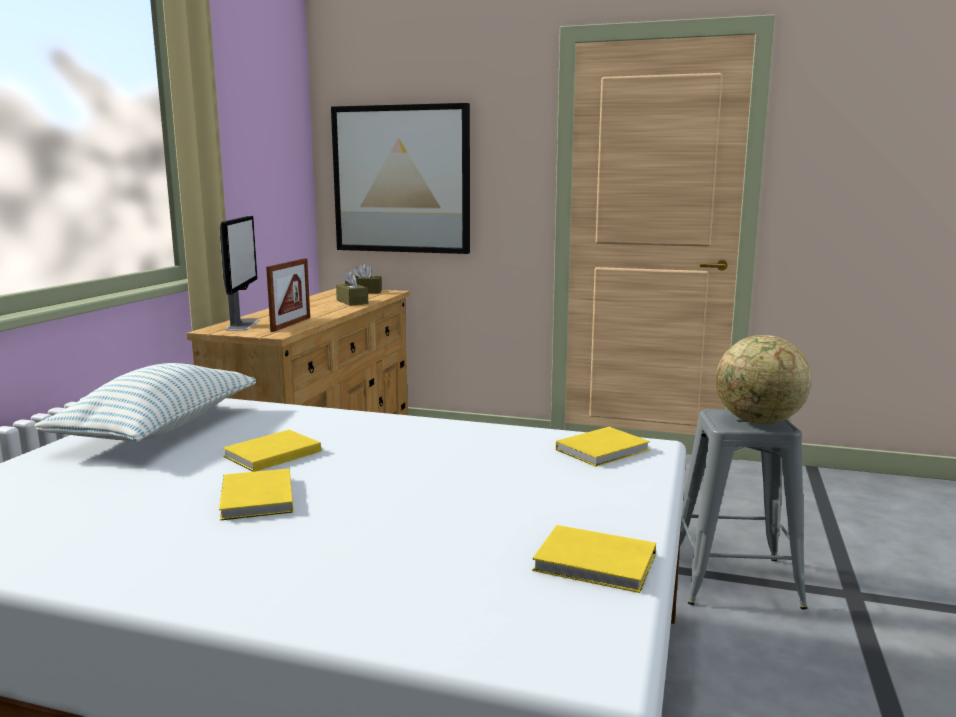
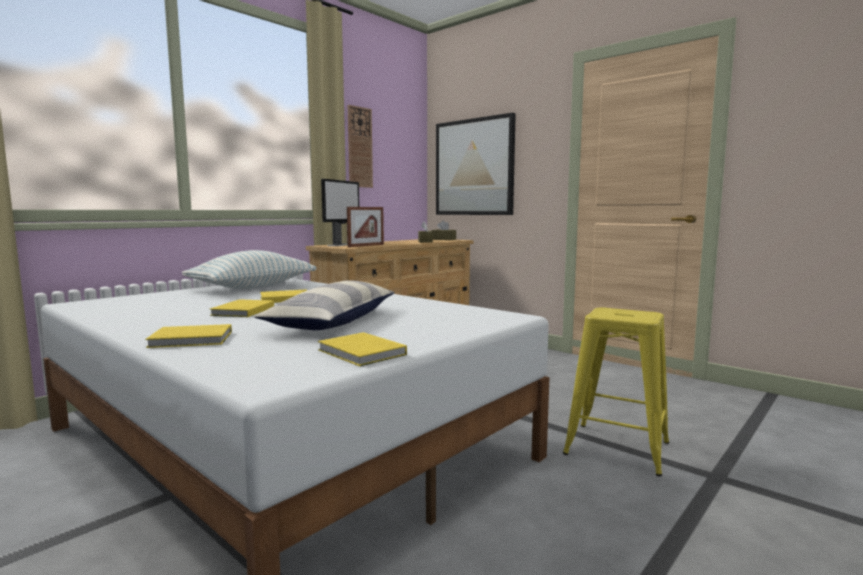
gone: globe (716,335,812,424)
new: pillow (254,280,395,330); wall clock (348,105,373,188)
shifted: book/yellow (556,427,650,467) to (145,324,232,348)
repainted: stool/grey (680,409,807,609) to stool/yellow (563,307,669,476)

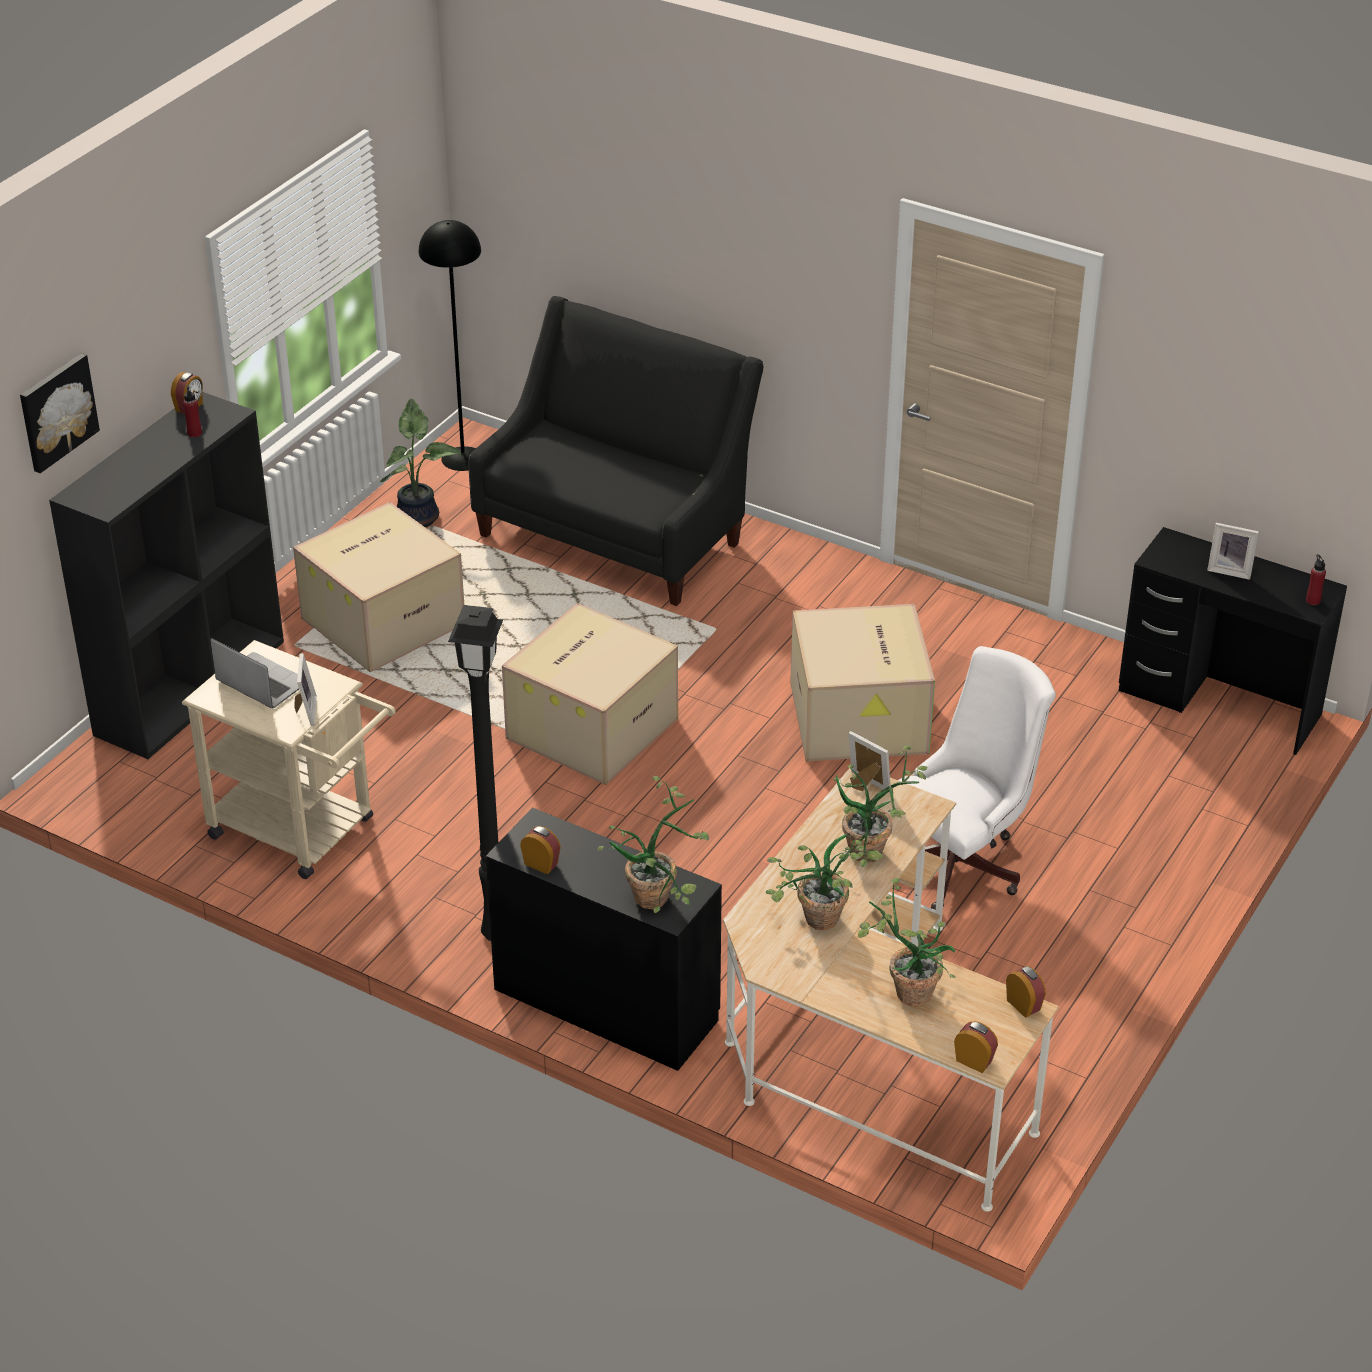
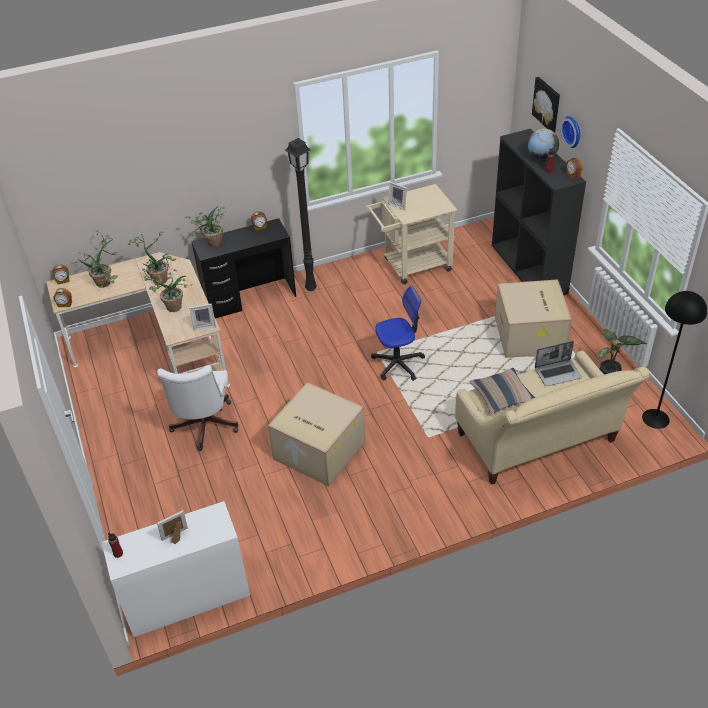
new: pillow (469,368,535,414); globe (528,129,559,160); wall clock (561,116,580,148)
shifted: laptop (210,638,299,708) to (535,341,582,386)
swapped: cardboard box (502,603,678,785) to office chair (371,286,425,381)
repainted: sofa/black (468,296,763,606) to sofa/beige (455,351,649,485); desk/black (1119,527,1347,755) to desk/white (102,501,250,637)

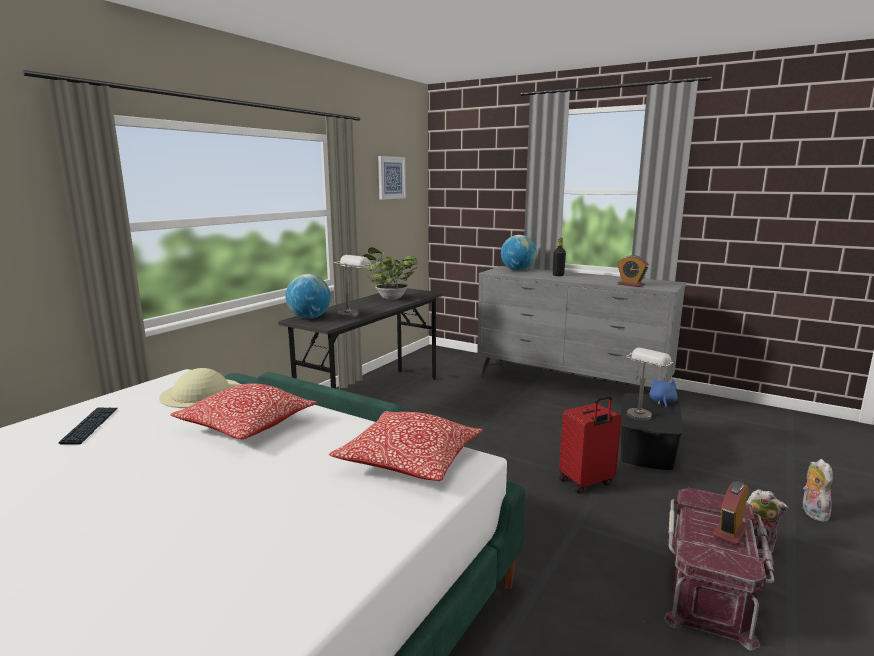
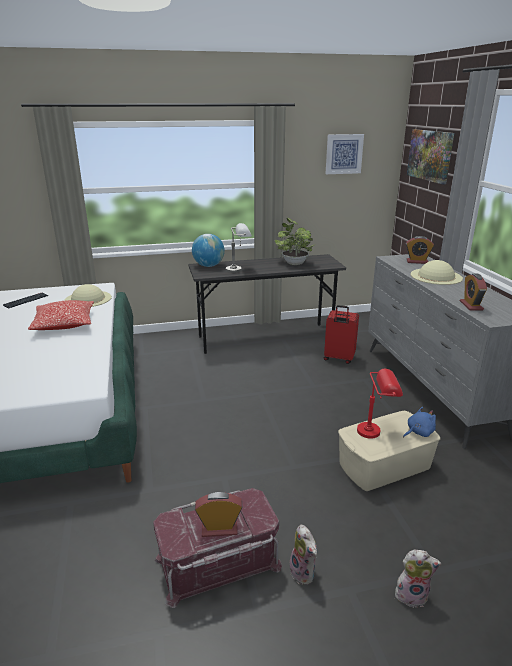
gone: pillow (329,411,483,481)
new: picture (407,129,454,184)
shifted: suitcase/red (559,395,622,494) to (324,305,359,364)
swapped: globe (501,235,537,271) to alarm clock (406,236,434,264); bottle/black (553,238,566,276) to hat/beige (411,260,463,285)
repainted: storage box/black (621,393,683,470) to storage box/beige (338,411,441,491); table lamp/grey (625,348,674,421) to table lamp/red (357,369,403,439)
rotated: plush toy (802,459,833,522) = (395,549,441,608) 45 degrees clockwise

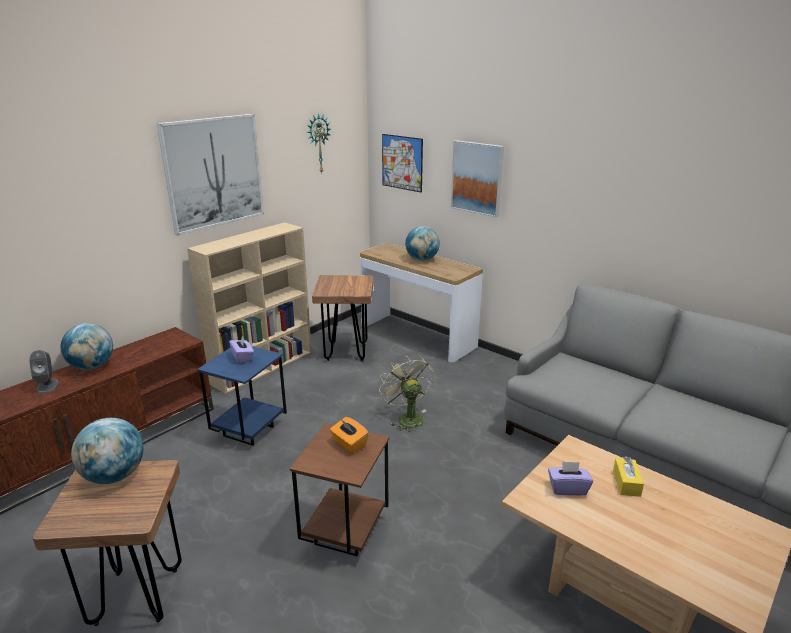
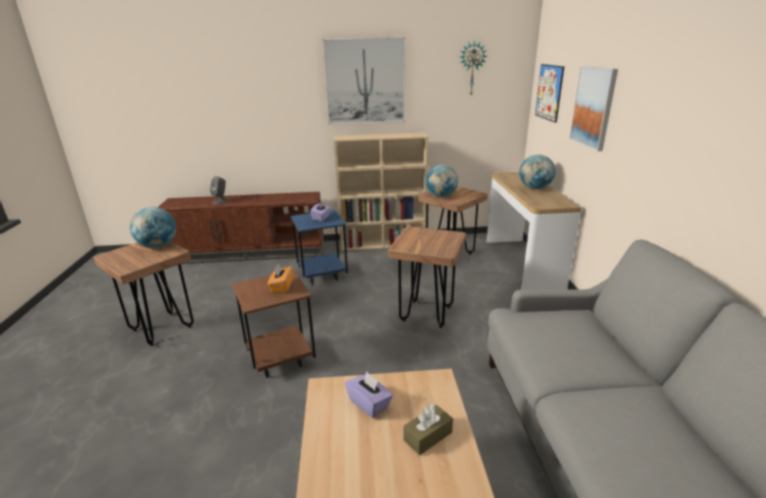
shifted: globe (60,323,113,370) to (426,165,458,197)
swapped: fan/beige (379,355,433,433) to stool/brown (388,226,466,328)
repainted: tissue box/yellow (613,456,644,497) to tissue box/brown (404,404,453,455)

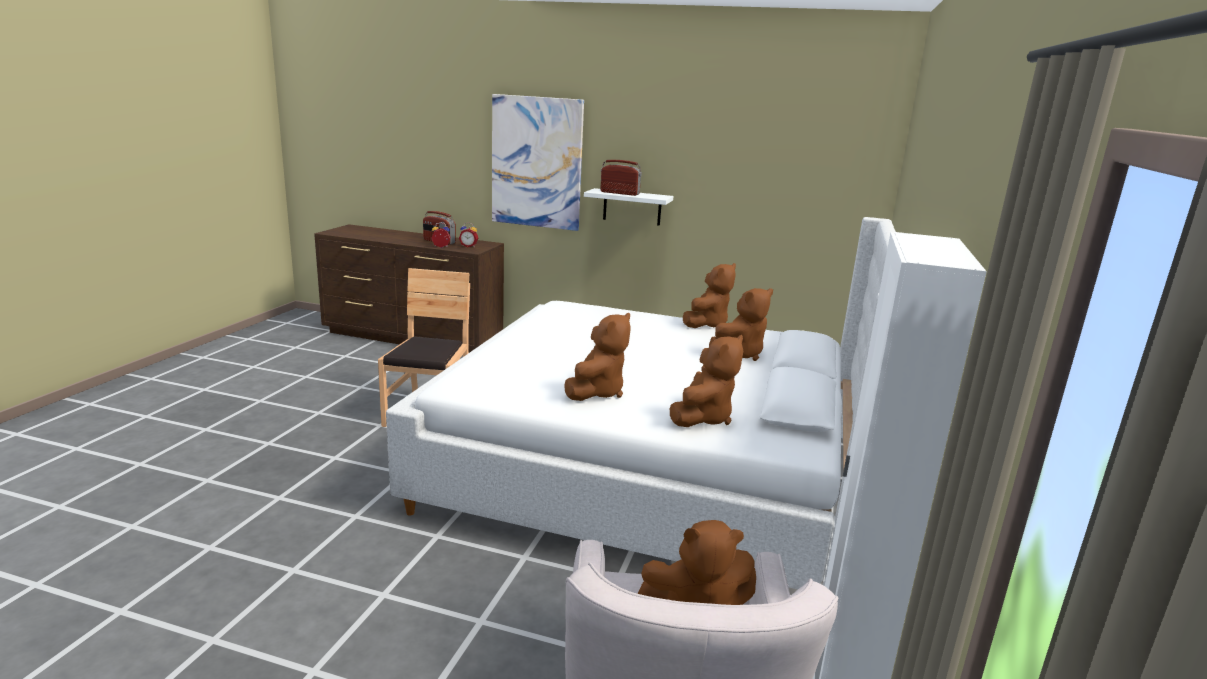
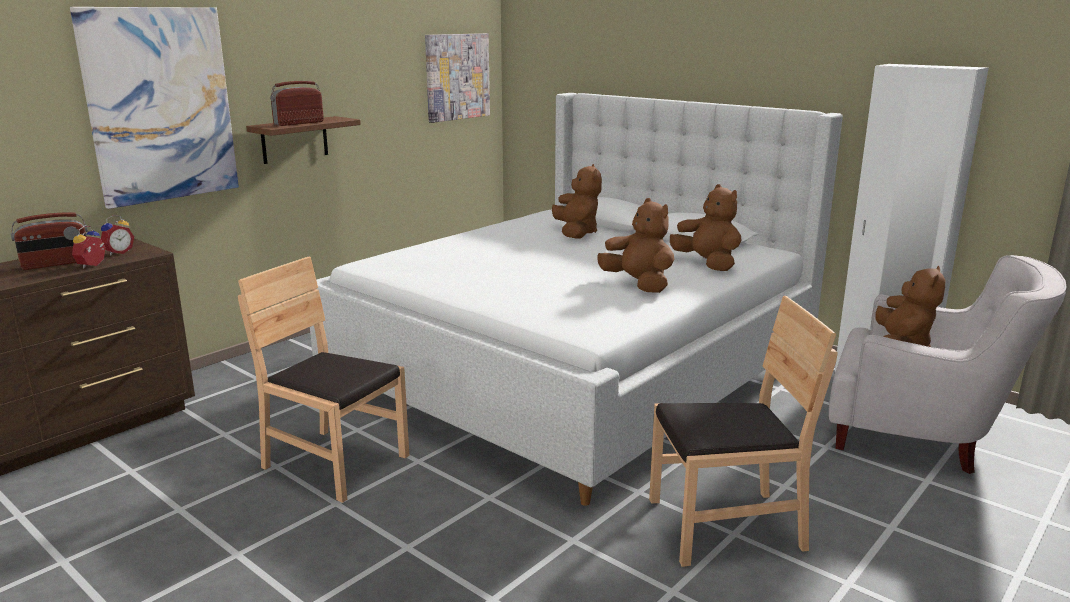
gone: plush toy/brown (683,263,736,328)
new: picture (425,33,490,123); chair/brown (649,296,838,567)
repainted: shelf/white (584,188,674,226) to shelf/brown (246,116,361,164)

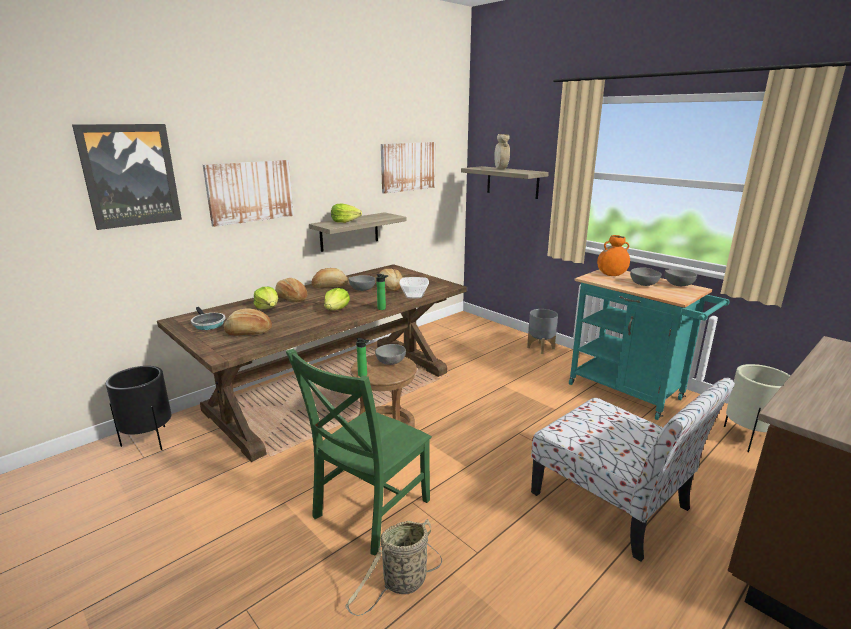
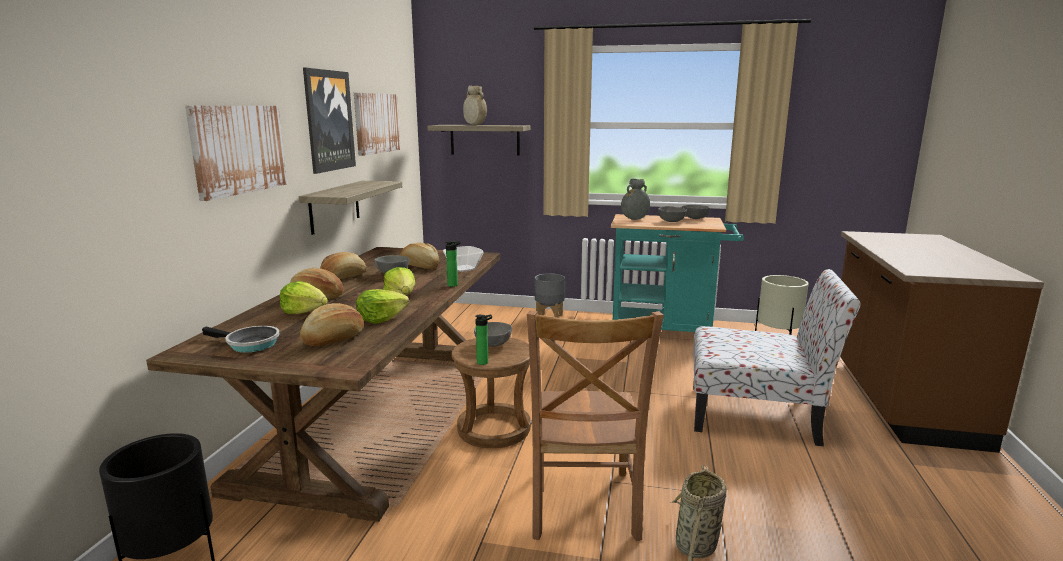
shifted: picture (72,124,182,230) to (303,68,356,174); lettuce (331,204,362,223) to (356,289,409,324)
repainted: chair/green (286,349,432,556) to chair/brown (527,311,664,541); vase/orange (597,235,630,276) to vase/grey (621,179,650,220)

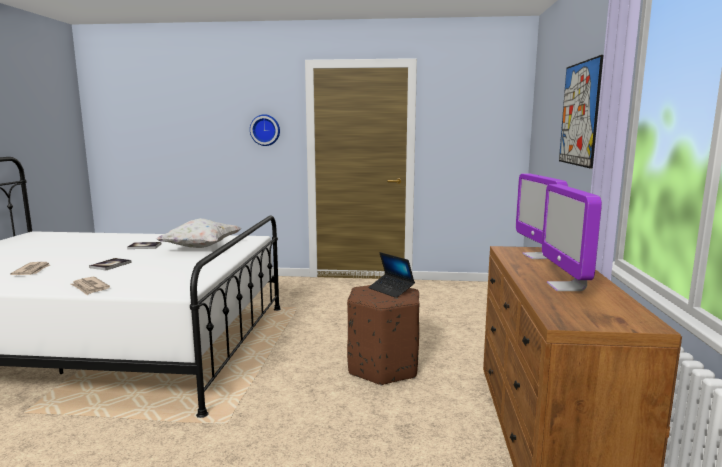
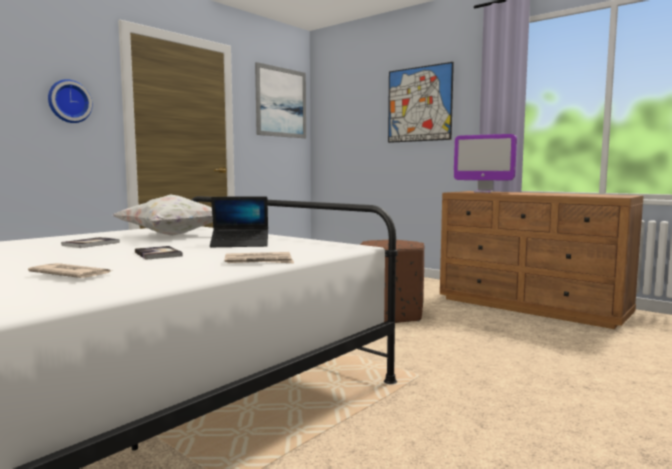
gone: monitor (542,184,602,291)
new: picture (255,62,306,138)
shifted: laptop (368,252,415,298) to (210,196,268,247)

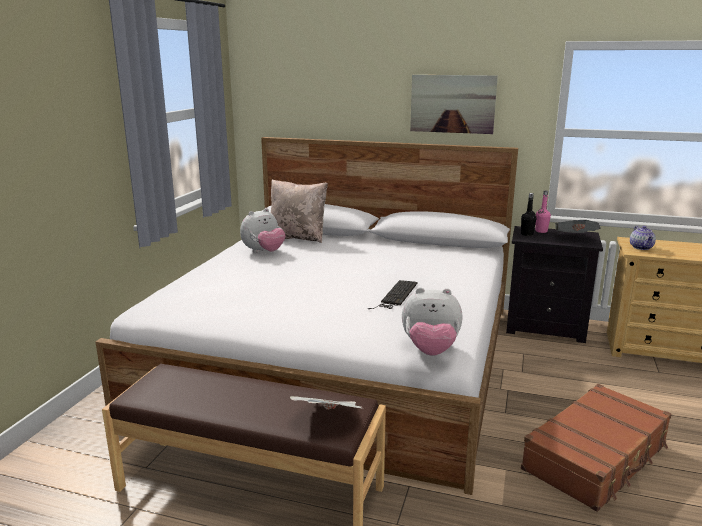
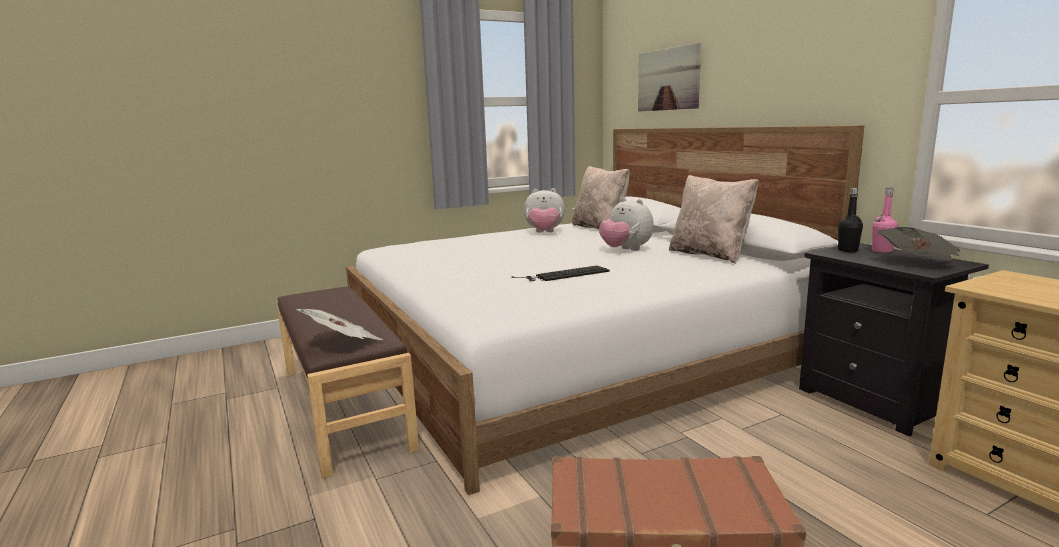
gone: teapot (630,226,656,250)
new: pillow/beige (669,175,759,264)
shifted: plush toy (402,287,462,356) to (599,198,654,251); picture (410,75,498,134) to (638,43,701,112)

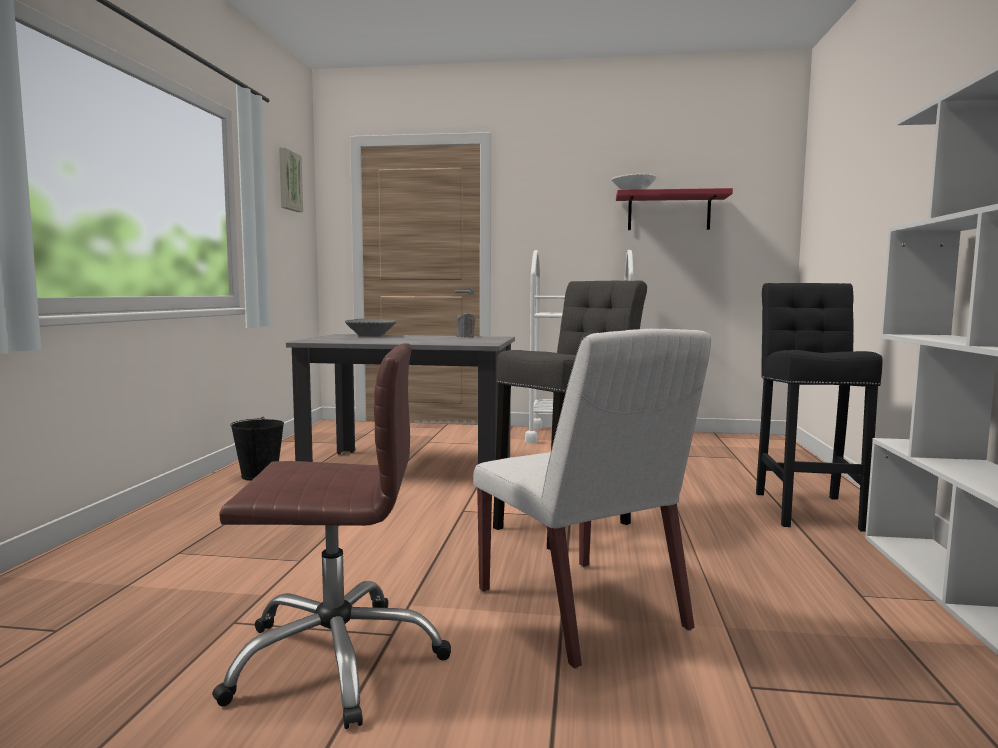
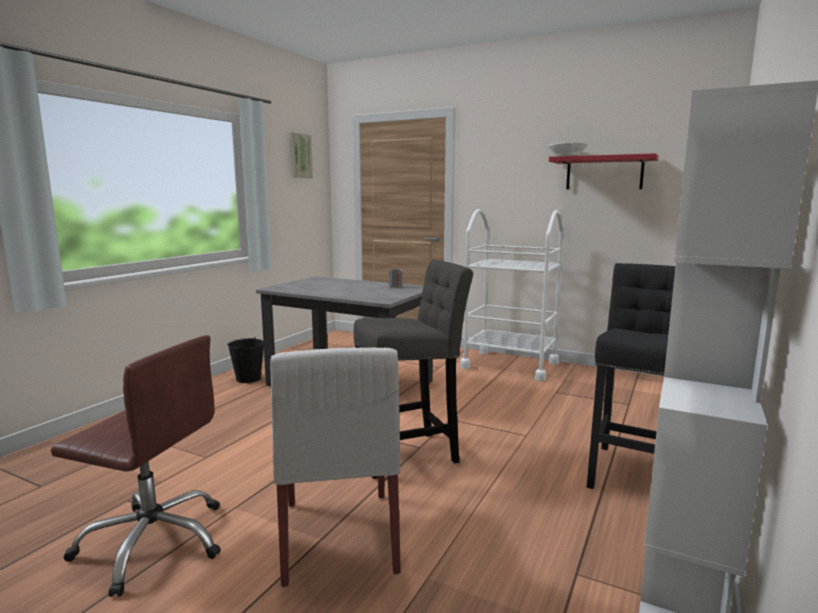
gone: bowl/grey (345,318,397,337)

